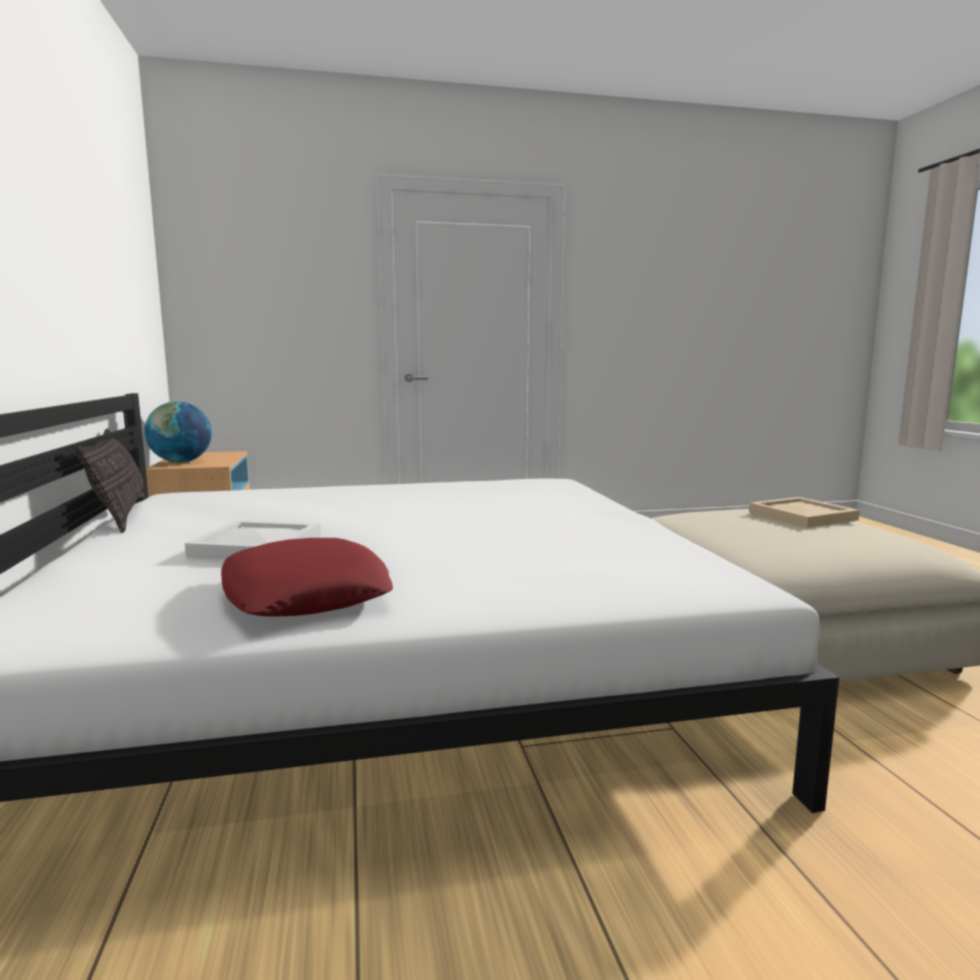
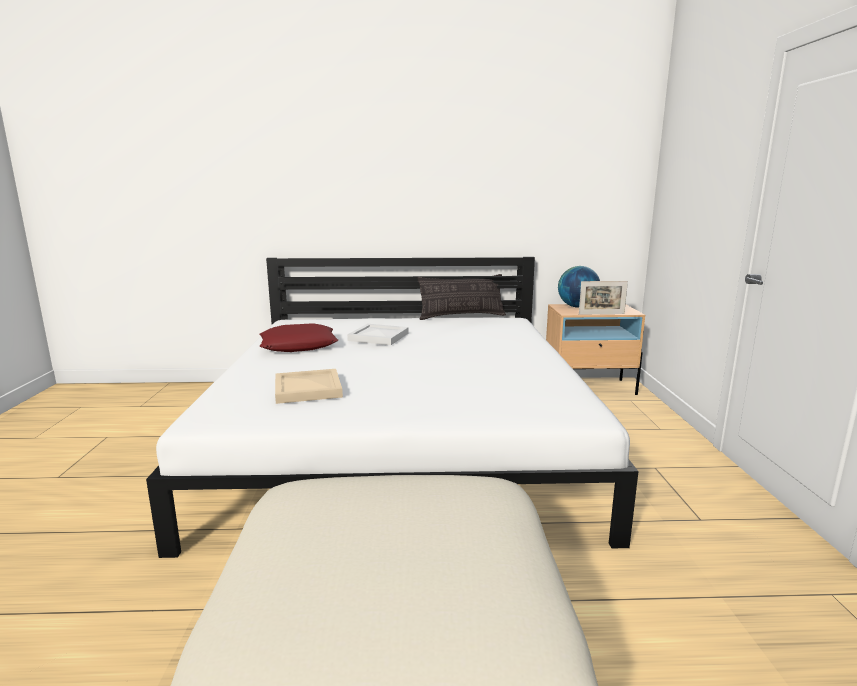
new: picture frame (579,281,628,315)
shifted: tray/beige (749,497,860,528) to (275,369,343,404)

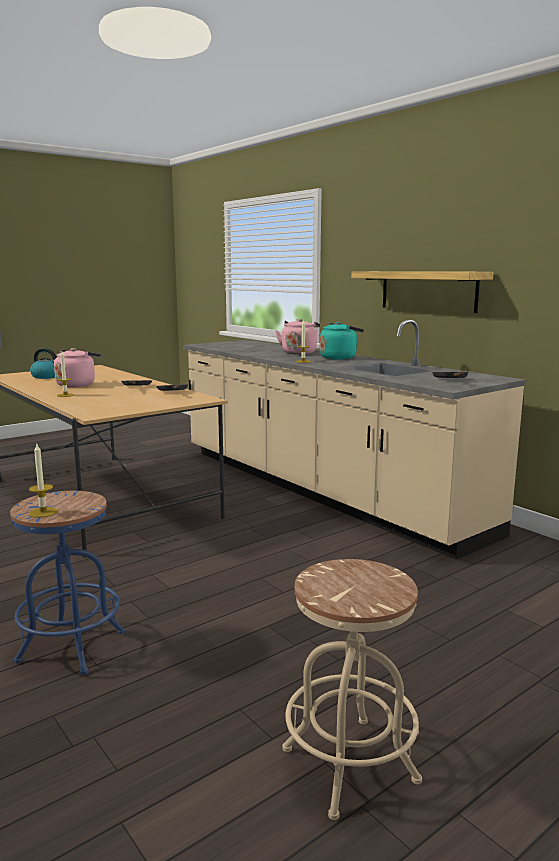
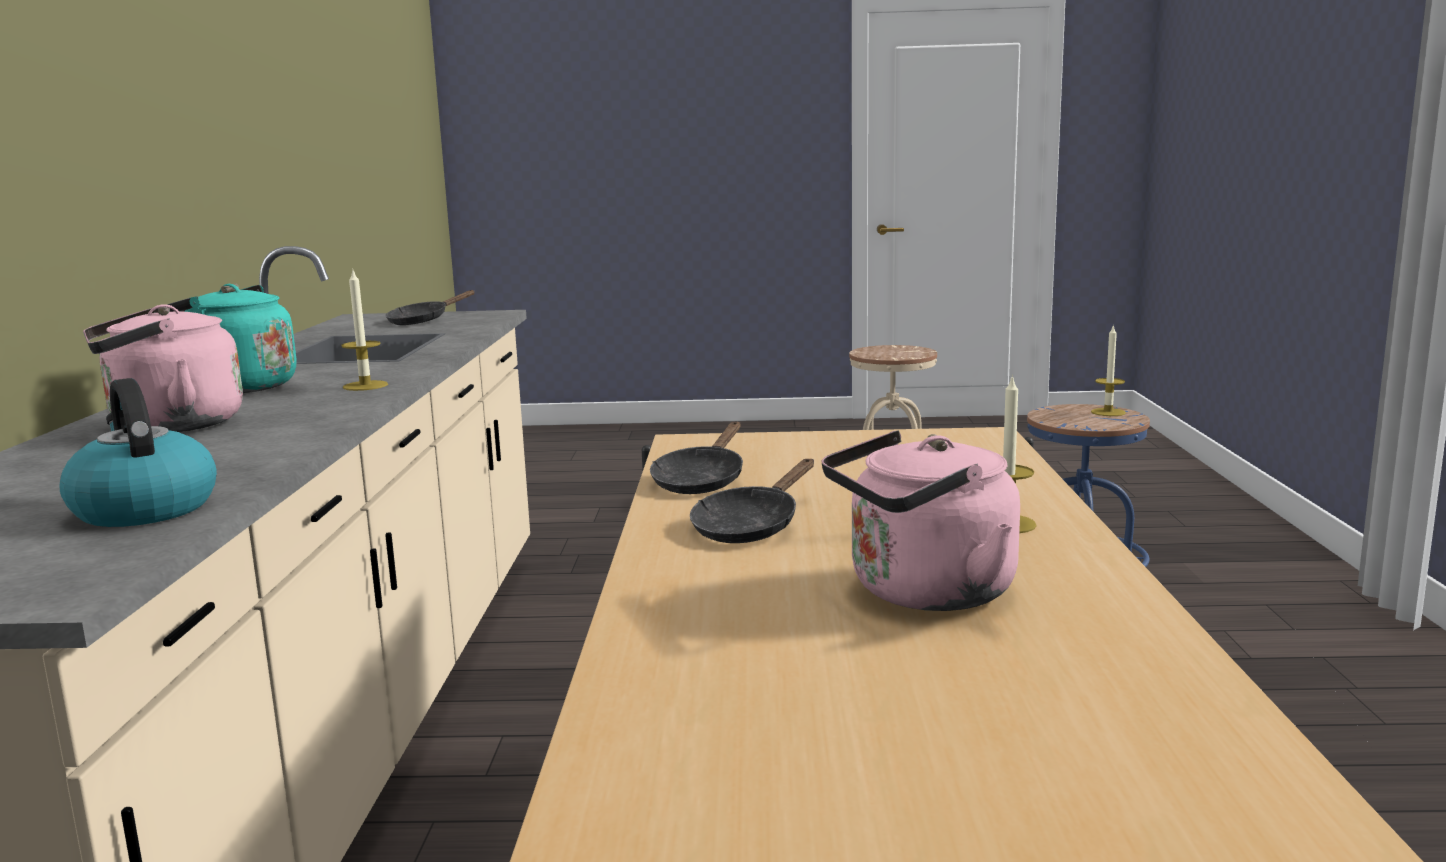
gone: shelf (351,271,494,313)
shifted: kettle (30,348,57,379) to (59,378,217,527)

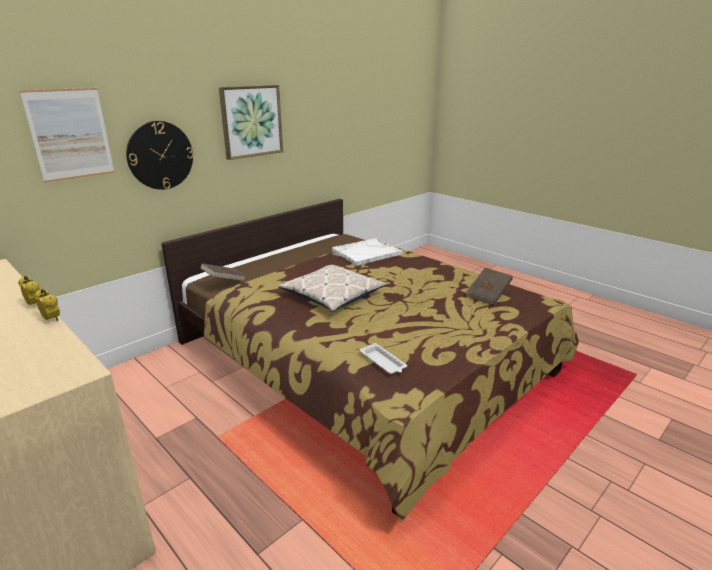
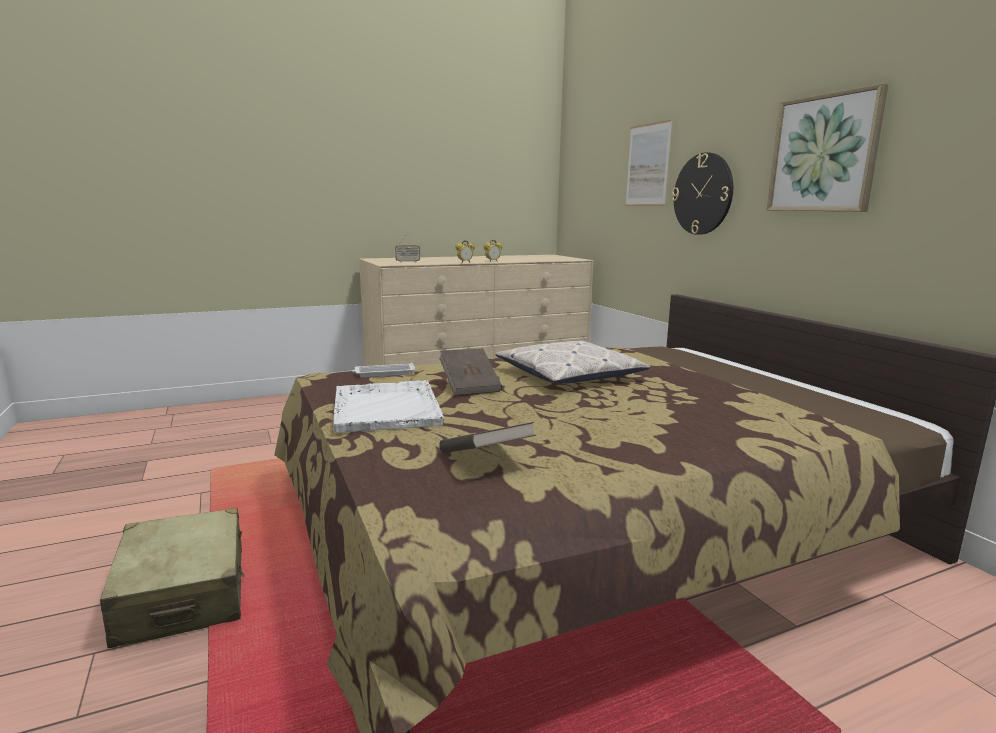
new: suitcase/beige (100,508,245,648); radio (395,233,420,263)
shifted: book/brown (200,263,245,281) to (439,348,502,396); tray/white (332,238,402,266) to (333,380,444,433)

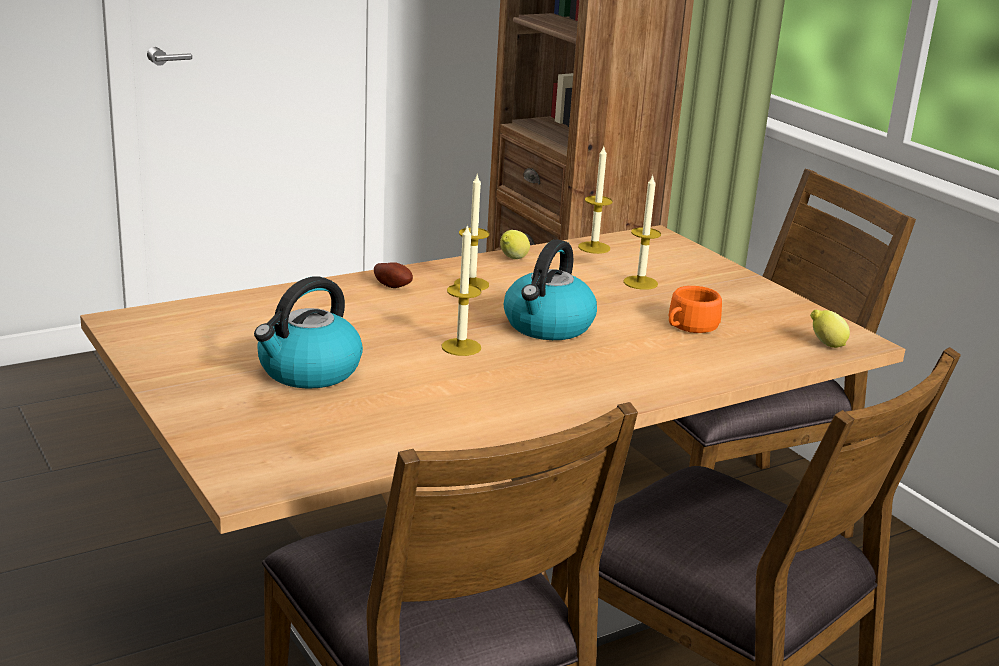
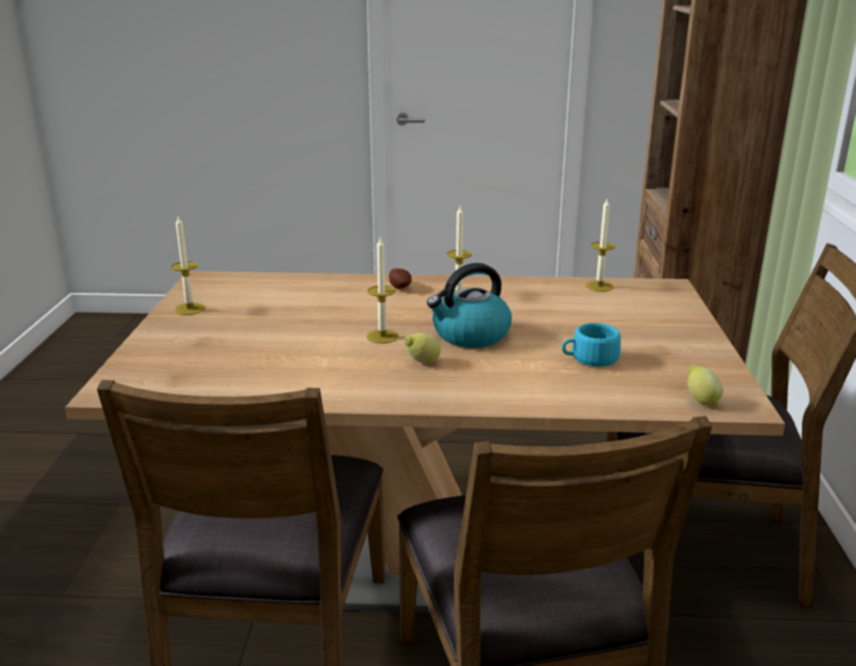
gone: kettle (254,276,363,389)
shifted: lemon (500,230,530,259) to (404,333,440,364); candle (623,175,661,290) to (171,216,205,315)
repainted: cup/orange (669,286,722,333) to cup/turquoise (562,323,621,367)

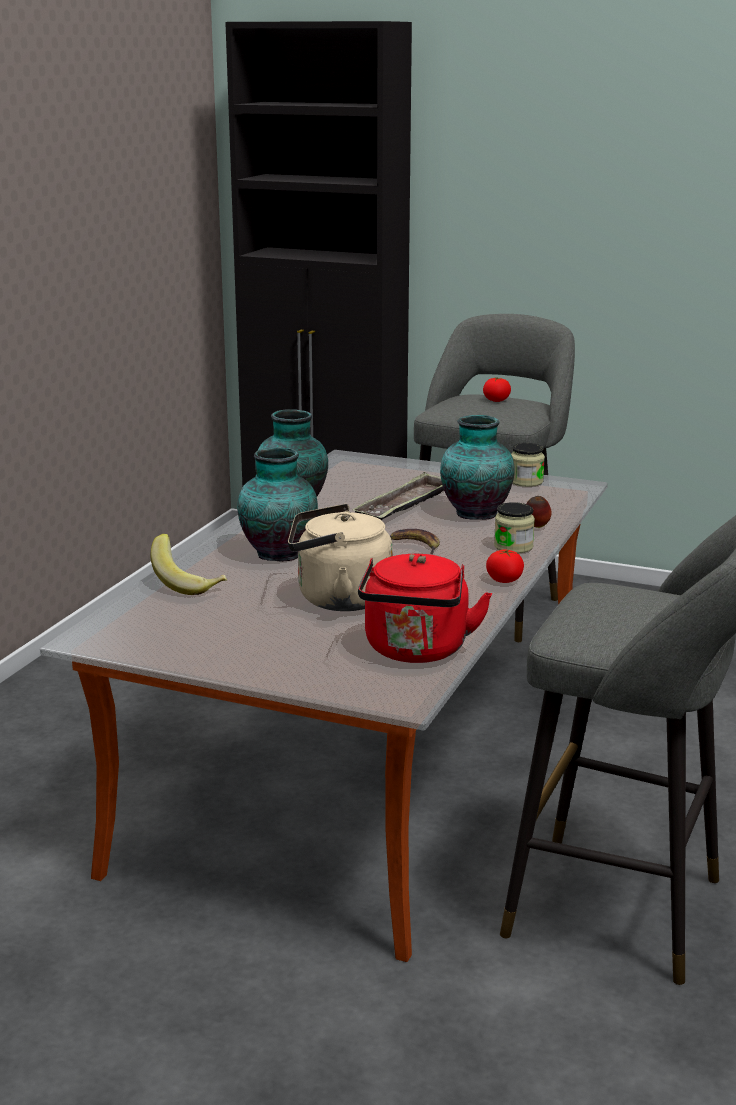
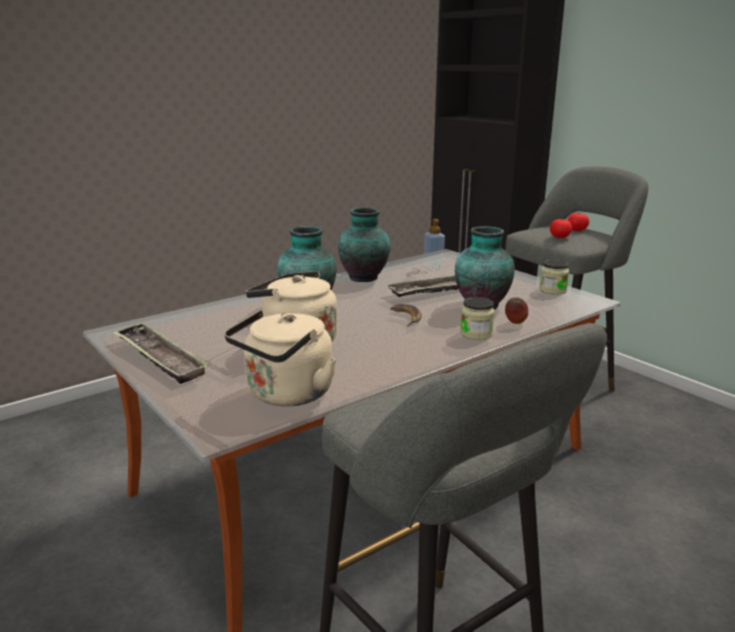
gone: banana (150,534,227,595)
new: tray (112,323,210,384); soap dispenser (423,219,445,269)
shifted: tomato (486,549,524,583) to (550,219,572,238)
repainted: kettle/red (358,554,492,663) to kettle/beige (224,310,336,406)

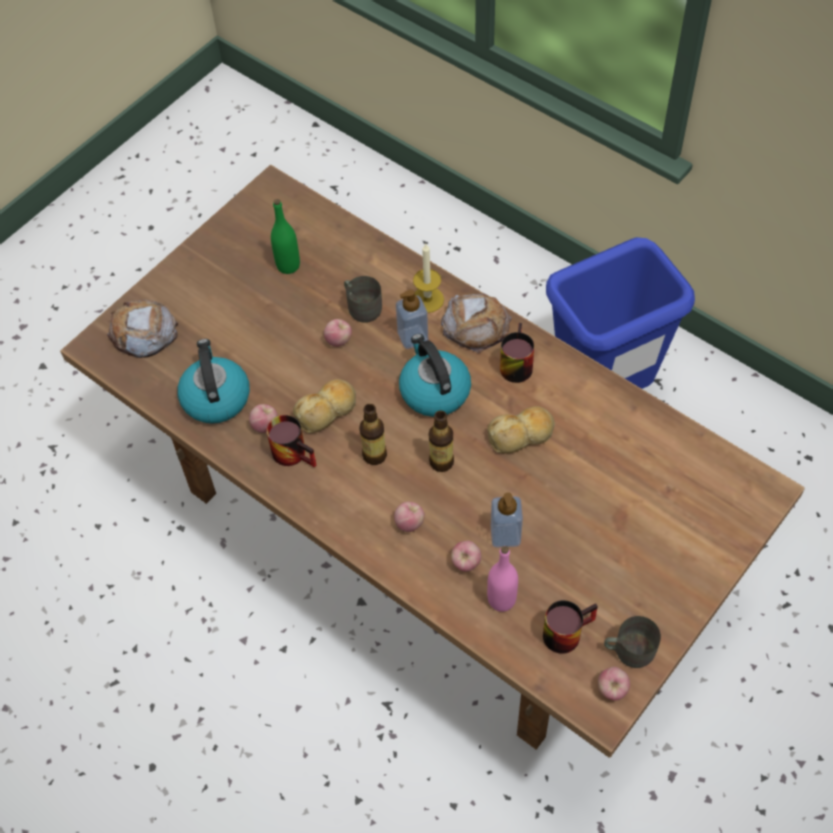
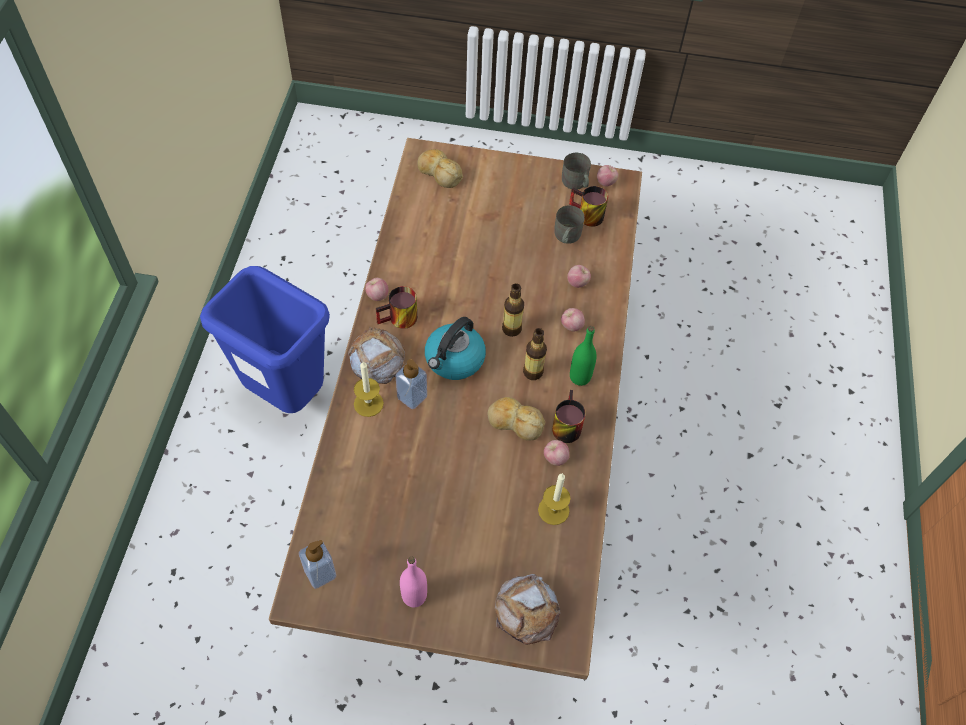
shifted: bottle/green (271,199,300,274) to (570,326,597,386); apple (324,319,352,347) to (365,278,389,301); mug/grey (344,276,382,323) to (554,205,585,244); bread (487,406,555,454) to (417,149,463,188); bottle/pink (487,546,518,612) to (400,557,427,607); soap dispenser (491,492,523,547) to (299,540,336,589)
swapped: kettle (177,339,250,424) to candle (538,473,571,525)

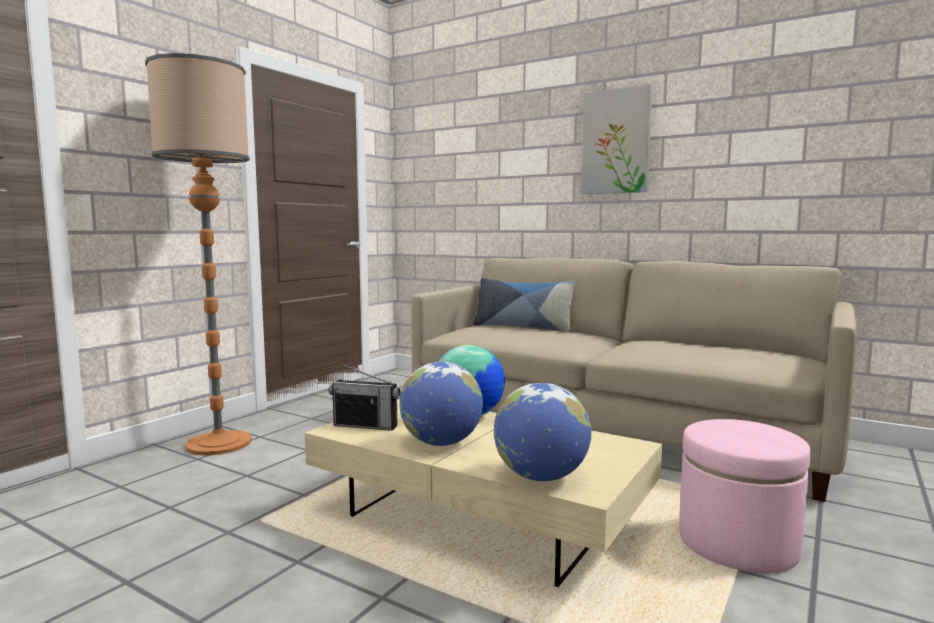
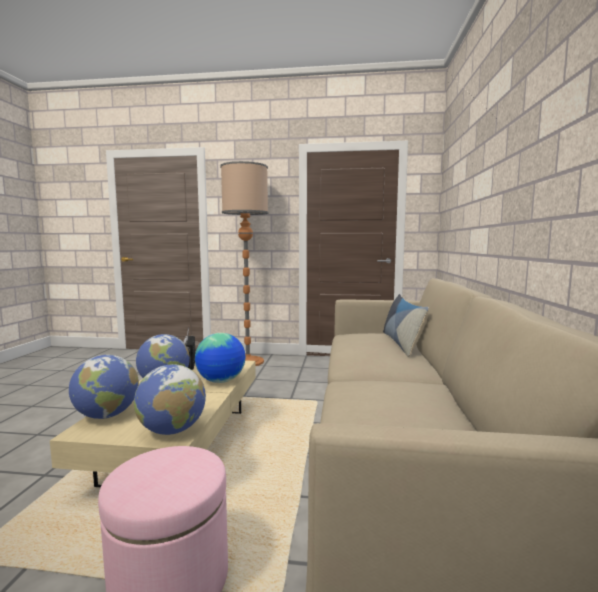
gone: picture (581,85,652,194)
new: globe (134,364,206,435)

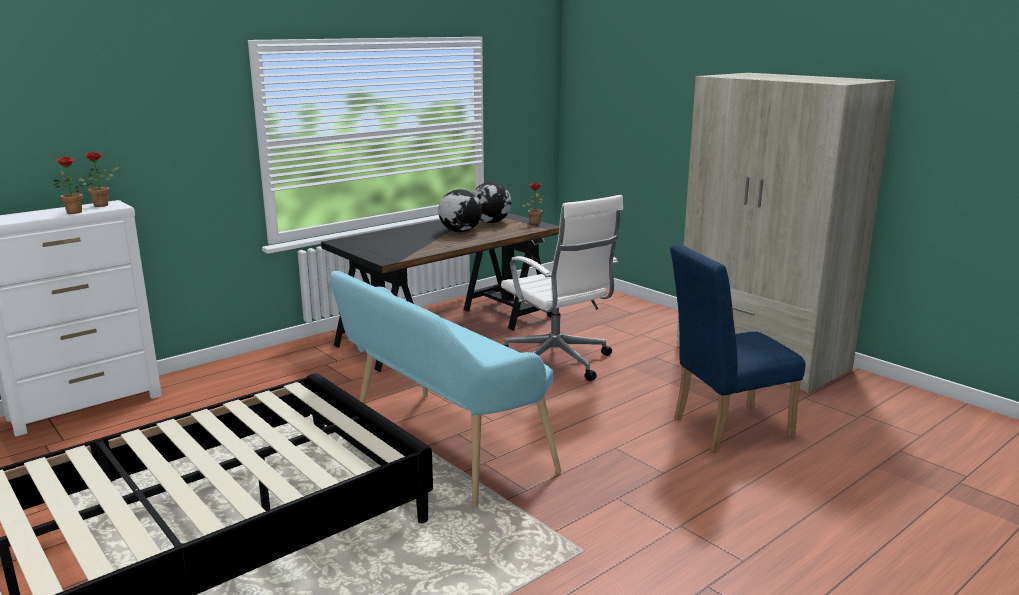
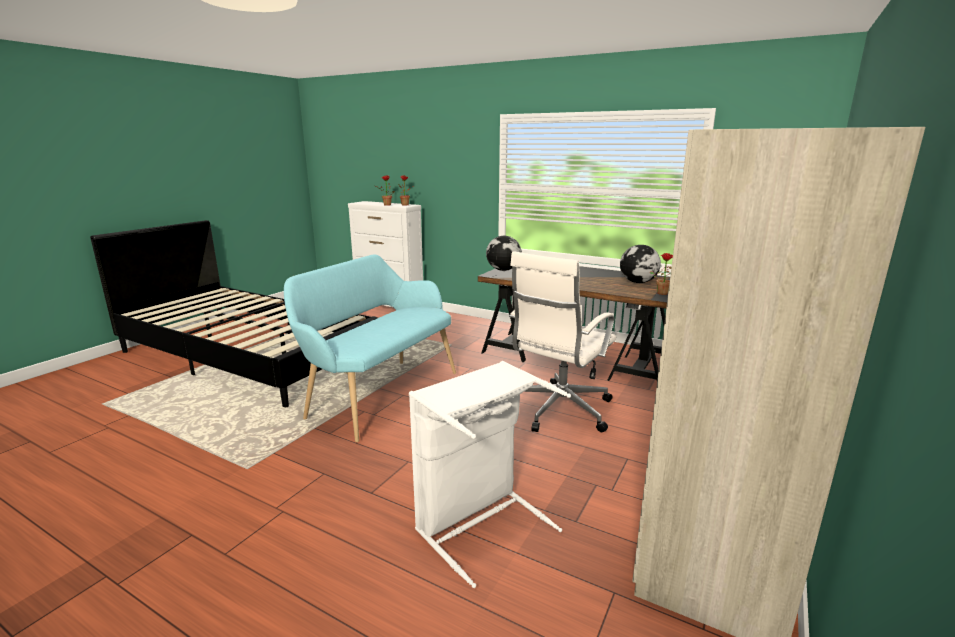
shifted: globe (438,189,482,232) to (486,236,522,271)
swapped: chair/blue (670,244,805,452) to laundry basket/white (409,361,571,588)

